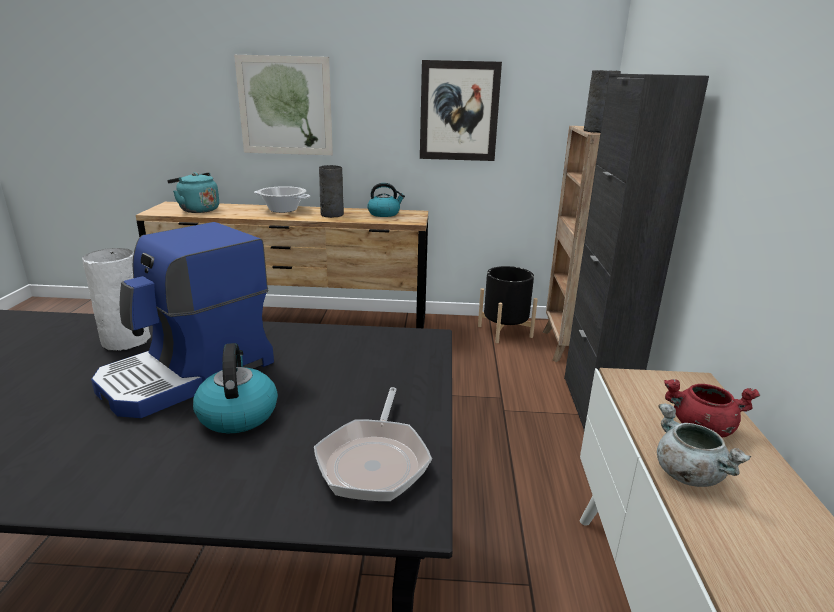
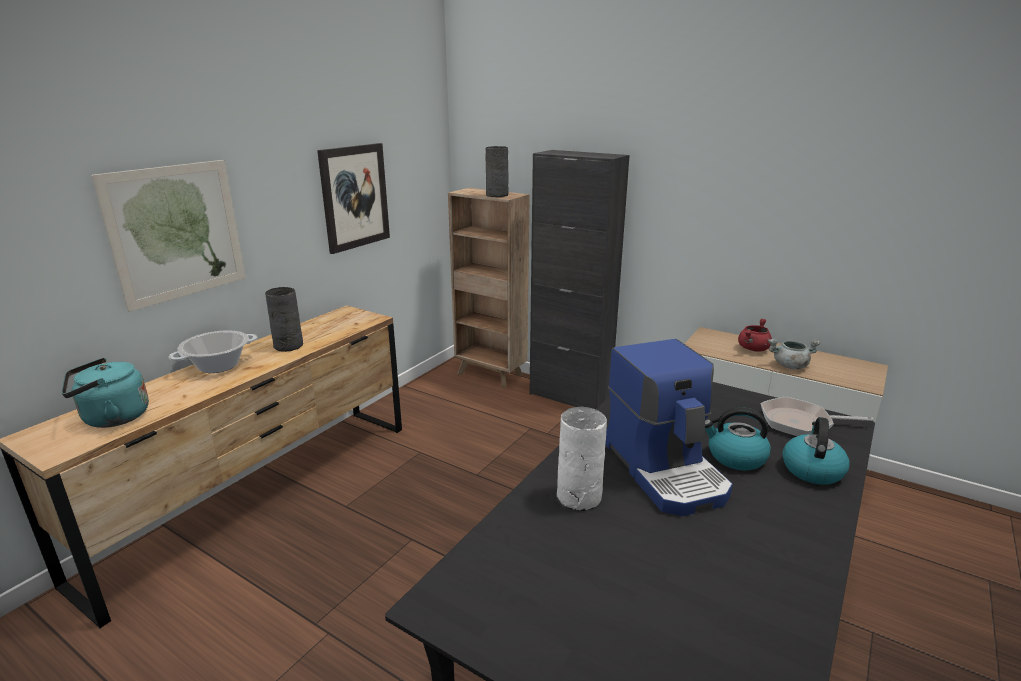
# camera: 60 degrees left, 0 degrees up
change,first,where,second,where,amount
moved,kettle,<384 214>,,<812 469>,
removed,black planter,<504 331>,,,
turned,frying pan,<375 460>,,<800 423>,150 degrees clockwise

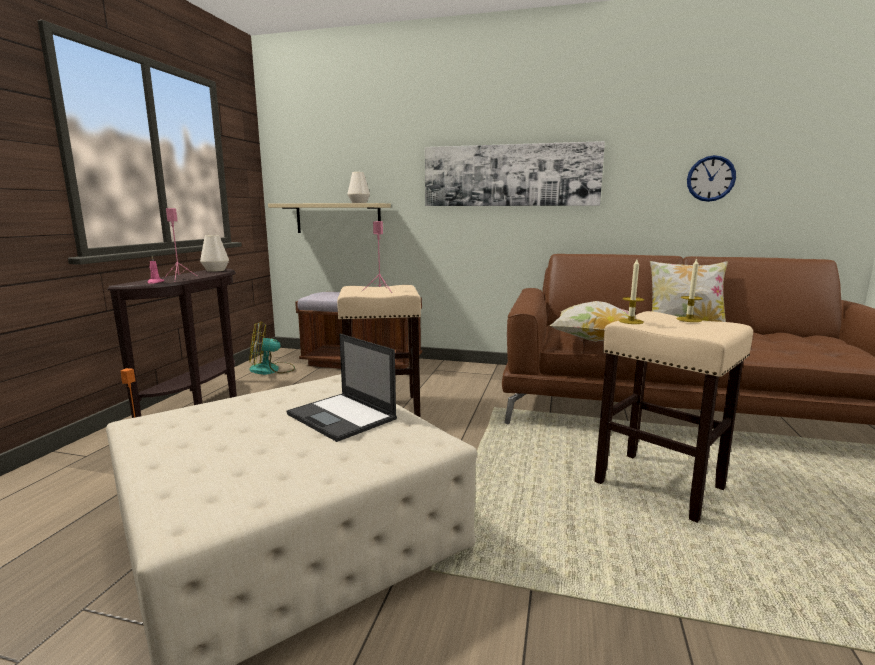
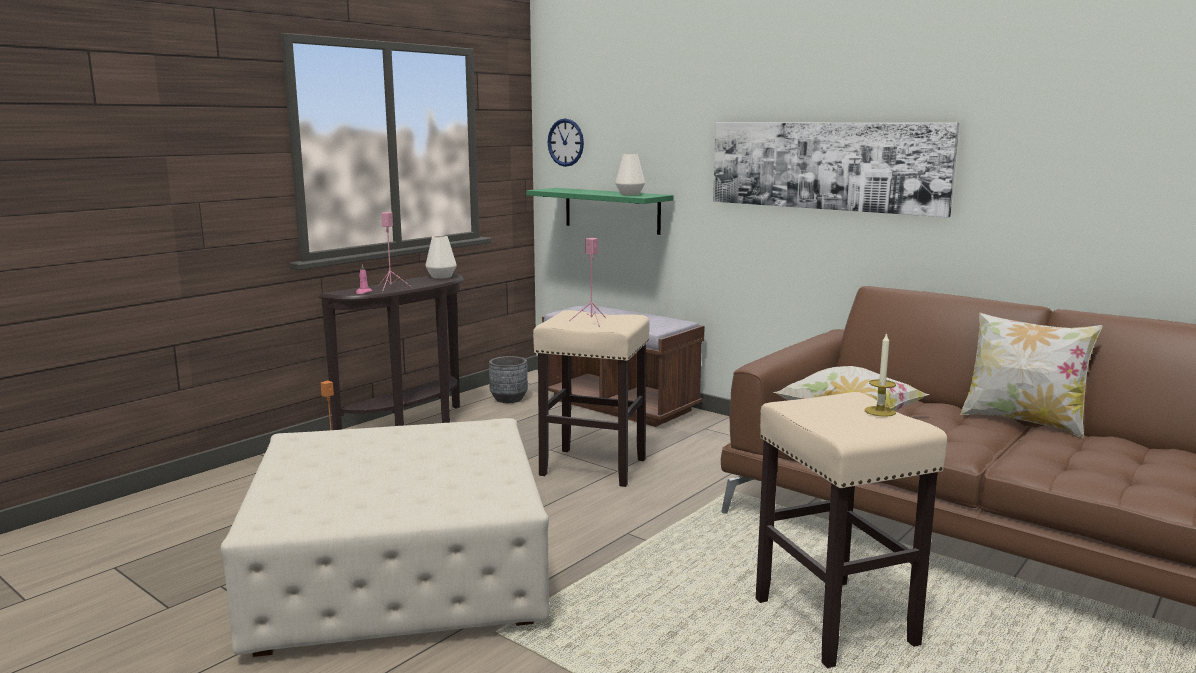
# camera: 25 degrees right, 0 degrees up
change,first,where,second,where,amount
moved,wall clock,<710 178>,,<566 142>,
recoloured,beige shelf,<338 218>,green shelf,<612 210>,
removed,candle,<631 321>,,,
replaced,fan,<271 370>,grey planter,<508 399>,
removed,laptop,<342 417>,,,

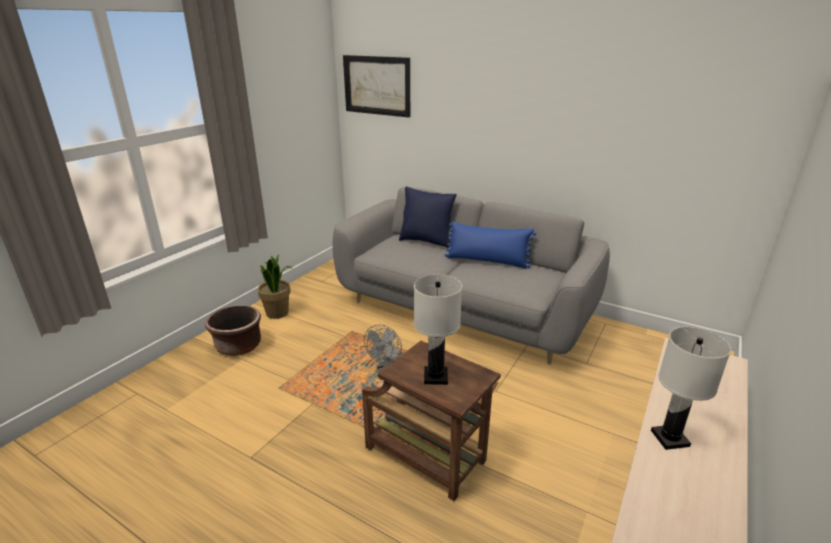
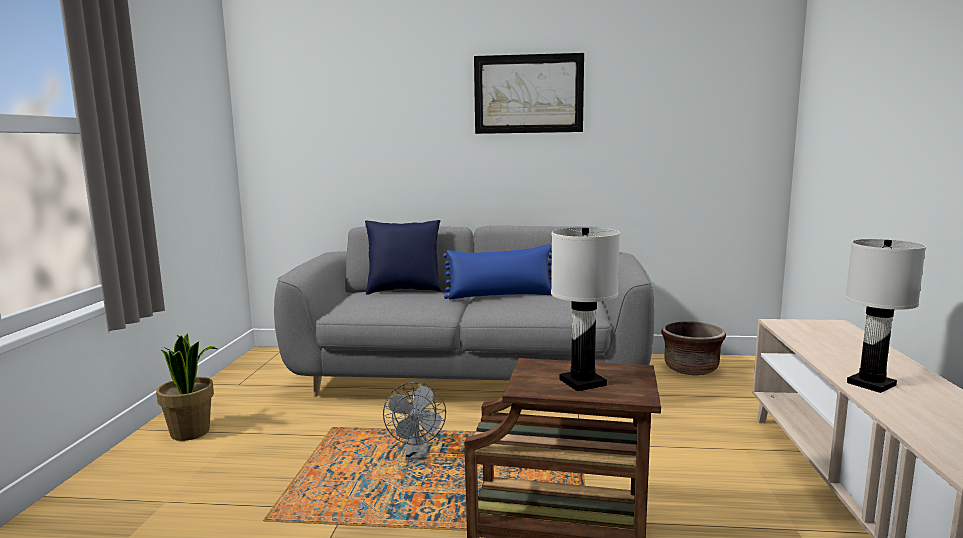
# camera: 25 degrees left, 15 degrees down
change,first,where,second,where,amount
moved,picture,<377 85>,,<528 94>,
moved,brown planter,<238 346>,,<691 368>,

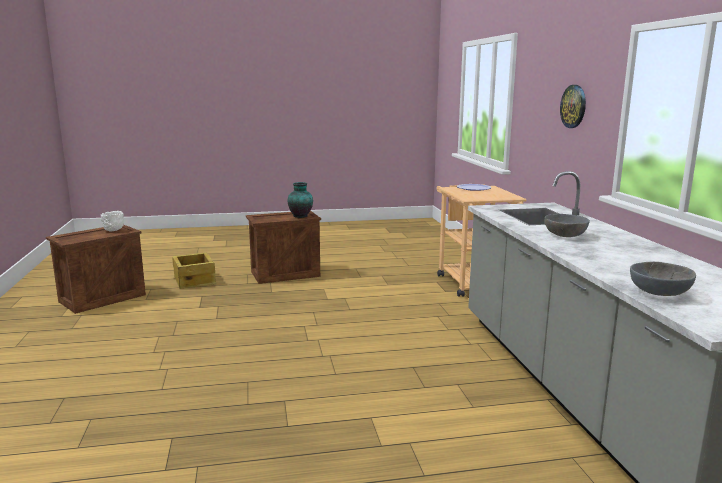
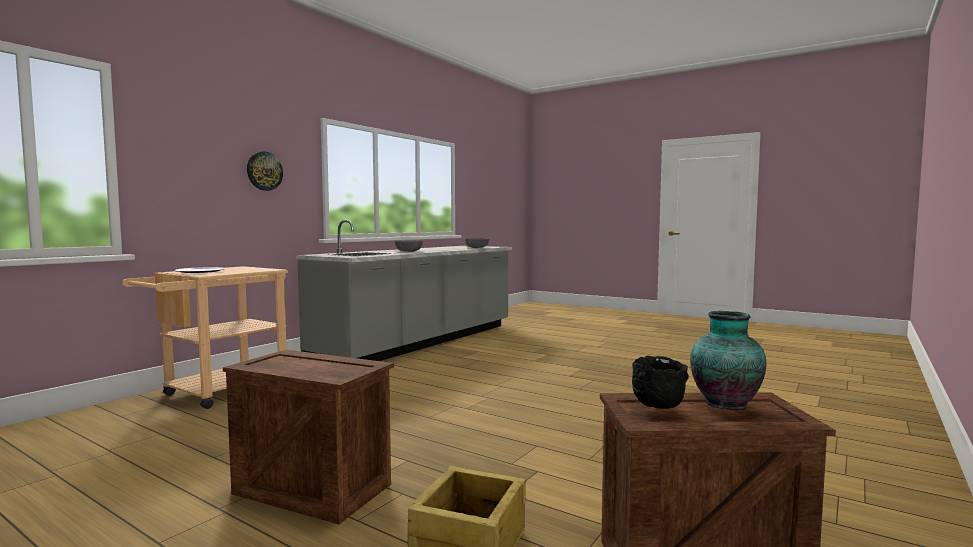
# camera: 135 degrees left, 10 degrees down
change,first,where,second,where,amount
moved,vase,<301 216>,,<725 403>,
recoloured,white bowl,<114 230>,black bowl,<657 407>,

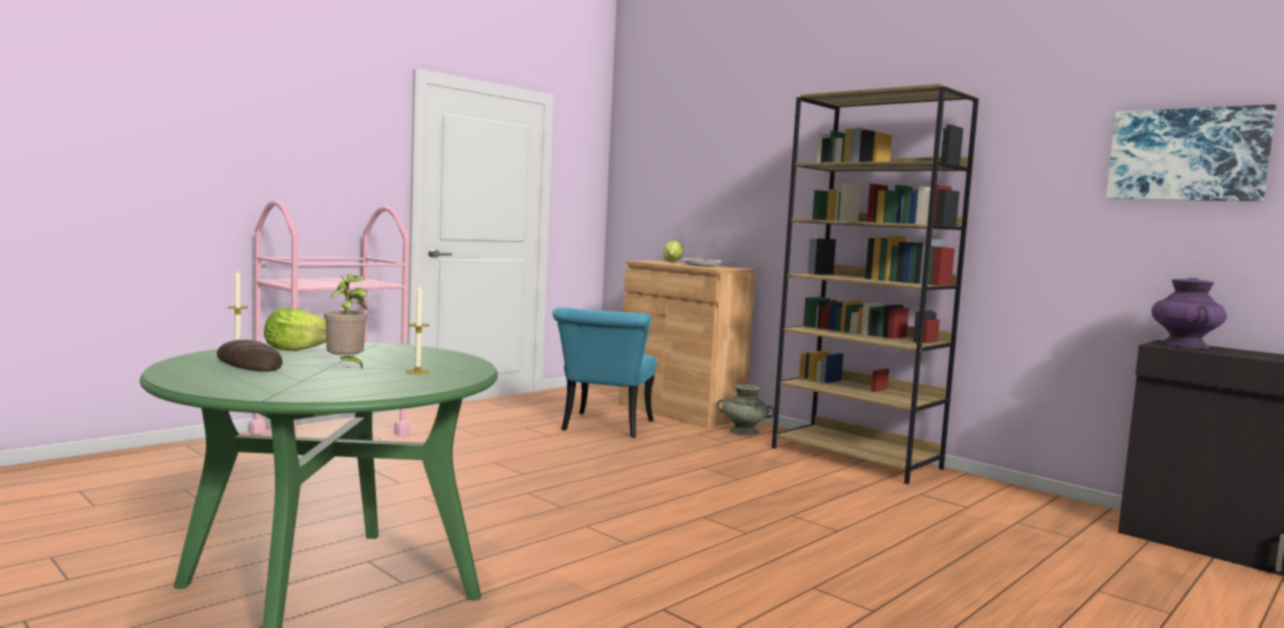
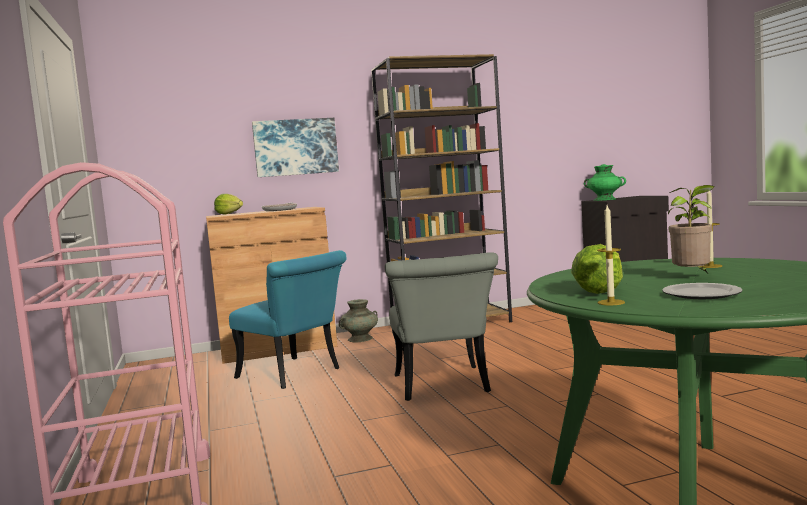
# camera: 60 degrees left, 0 degrees up
change,first,where,second,where,amount
moved,picture,<1187 155>,,<295 147>,
recoloured,purple vase,<1185 345>,green vase,<605 199>,
replaced,bread,<249 364>,plate,<702 294>,
added,,,grey chair,<443 387>,

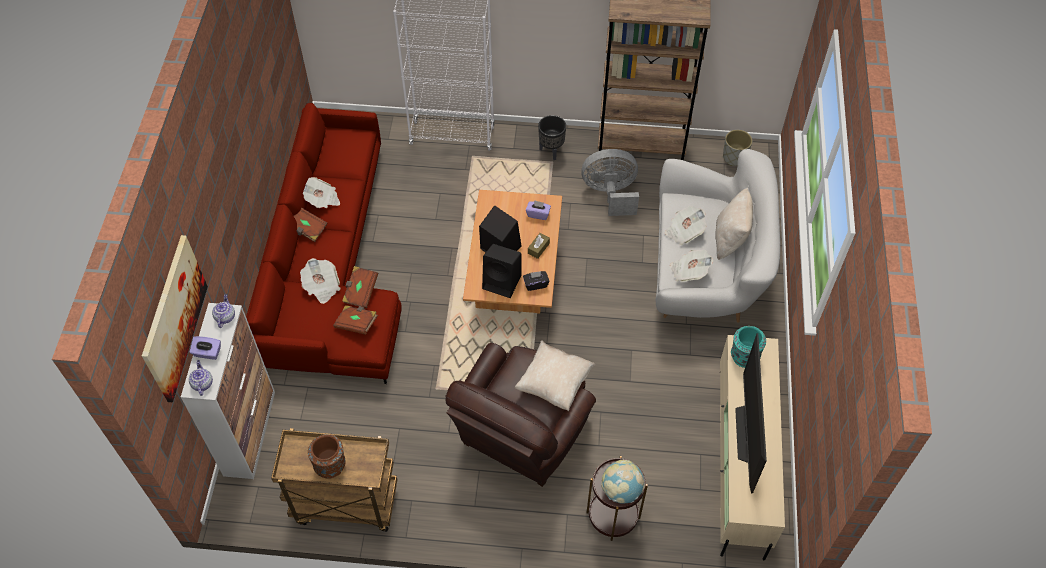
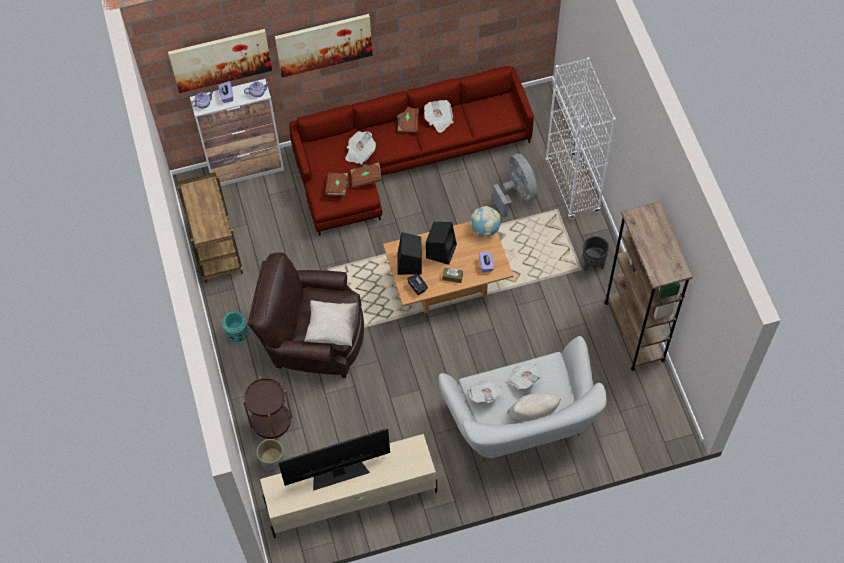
# camera: 70 degrees right, 5 degrees up
change,first,where,second,where,amount
moved,grey planter,<734 157>,,<272 461>,
moved,grey fan,<610 194>,,<517 194>,
moved,turquoise vase,<744 357>,,<237 334>,
removed,brown vase,<330 466>,,,
moved,globe,<621 490>,,<485 229>,
added,,,picture,<324 44>,

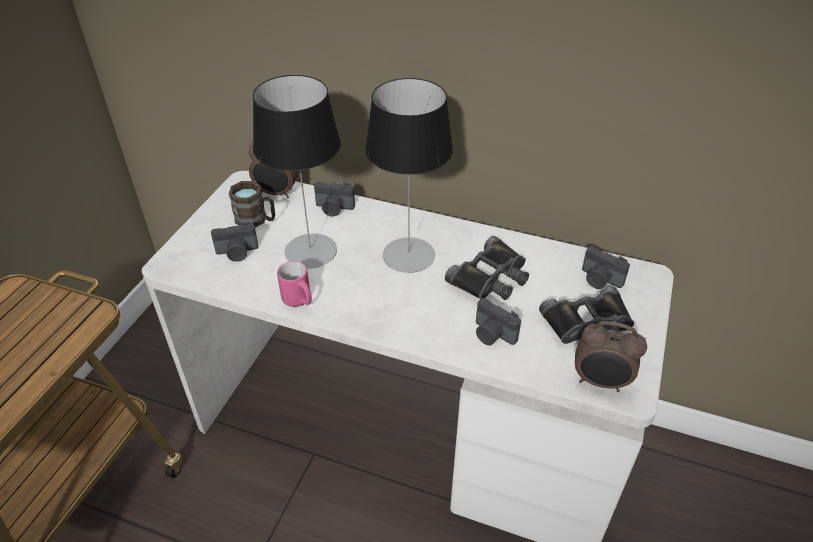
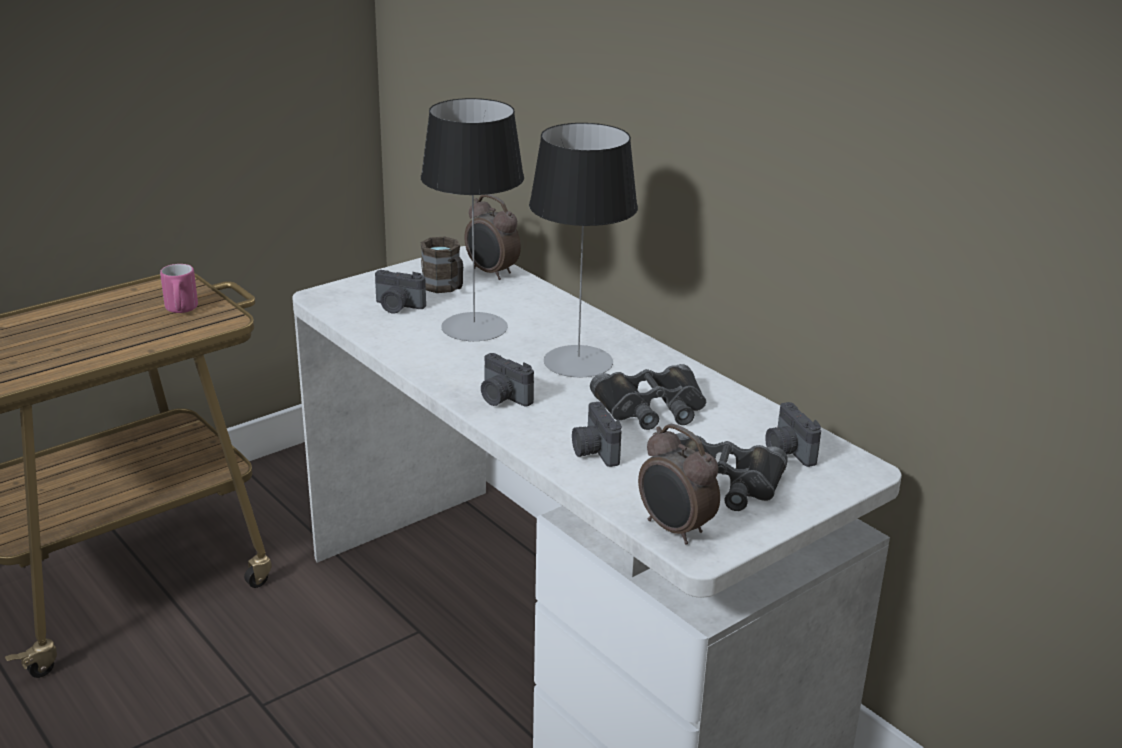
# camera: 30 degrees right, 15 degrees down
change,first,where,second,where,amount
moved,photo camera,<334 209>,,<502 398>,
moved,pink mug,<299 301>,,<181 310>,

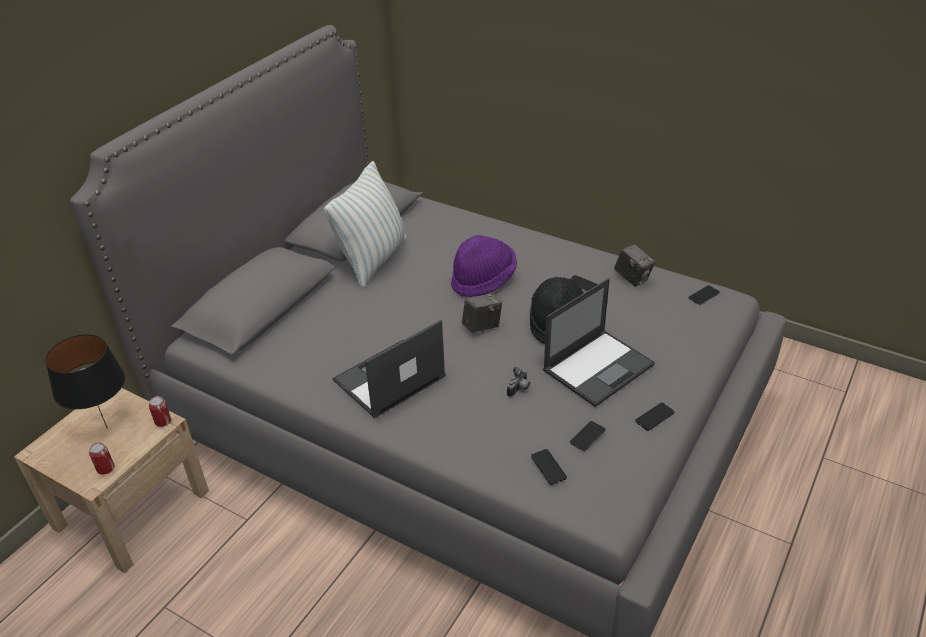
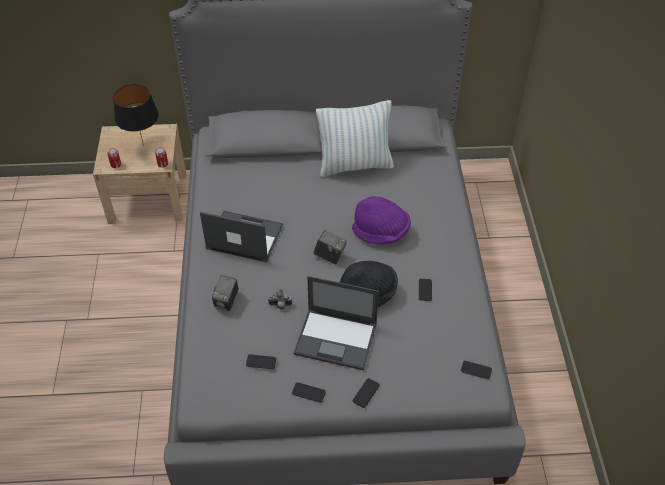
# camera: 55 degrees right, 10 degrees up
change,first,where,second,where,amount
moved,photo camera,<632 278>,,<226 301>,
moved,phone,<548 467>,,<366 393>,

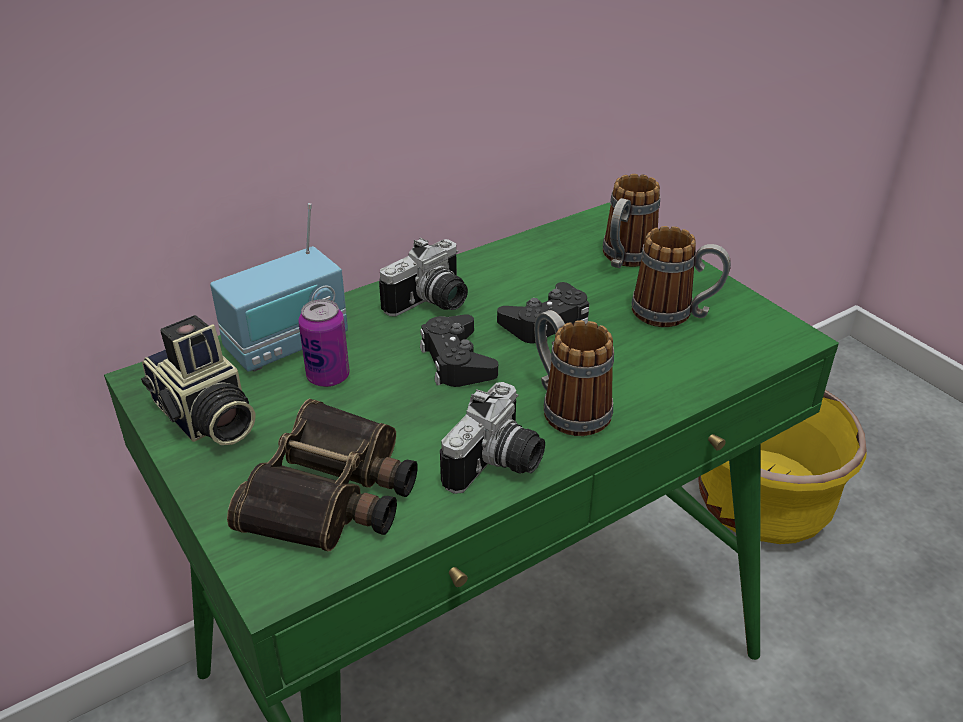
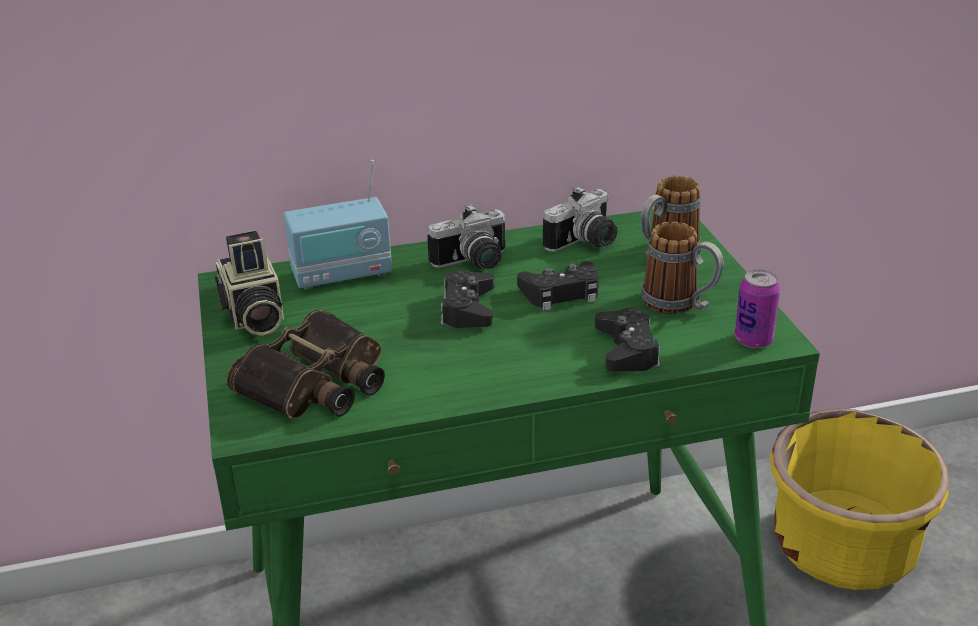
# camera: 20 degrees right, 5 degrees down
change,first,where,second,where,amount
moved,can,<328 376>,,<753 340>,
removed,mug,<567 407>,,,
moved,photo camera,<499 466>,,<585 243>,
added,,,black game controller,<627 349>,

